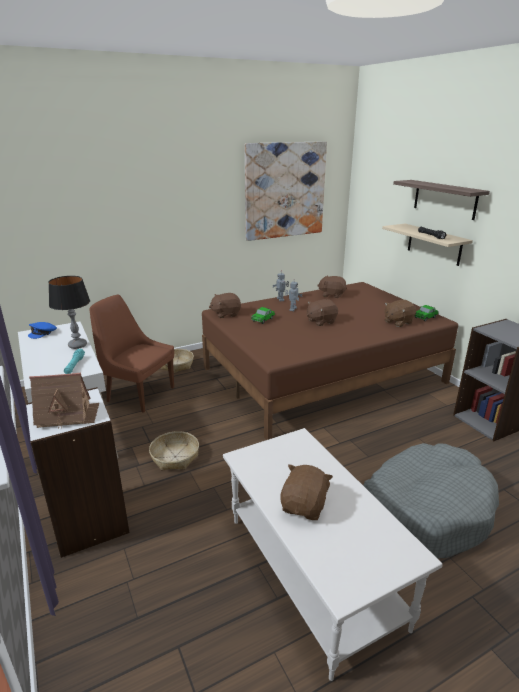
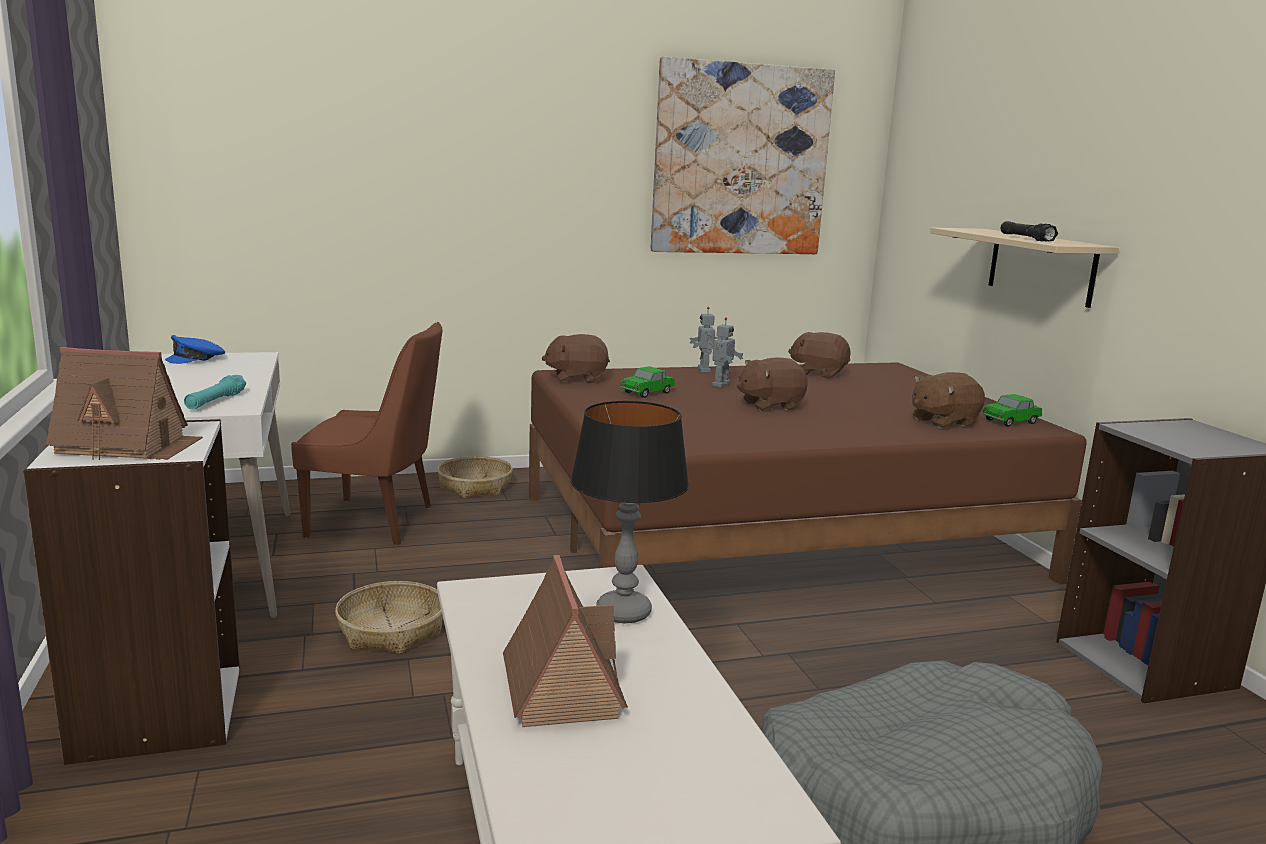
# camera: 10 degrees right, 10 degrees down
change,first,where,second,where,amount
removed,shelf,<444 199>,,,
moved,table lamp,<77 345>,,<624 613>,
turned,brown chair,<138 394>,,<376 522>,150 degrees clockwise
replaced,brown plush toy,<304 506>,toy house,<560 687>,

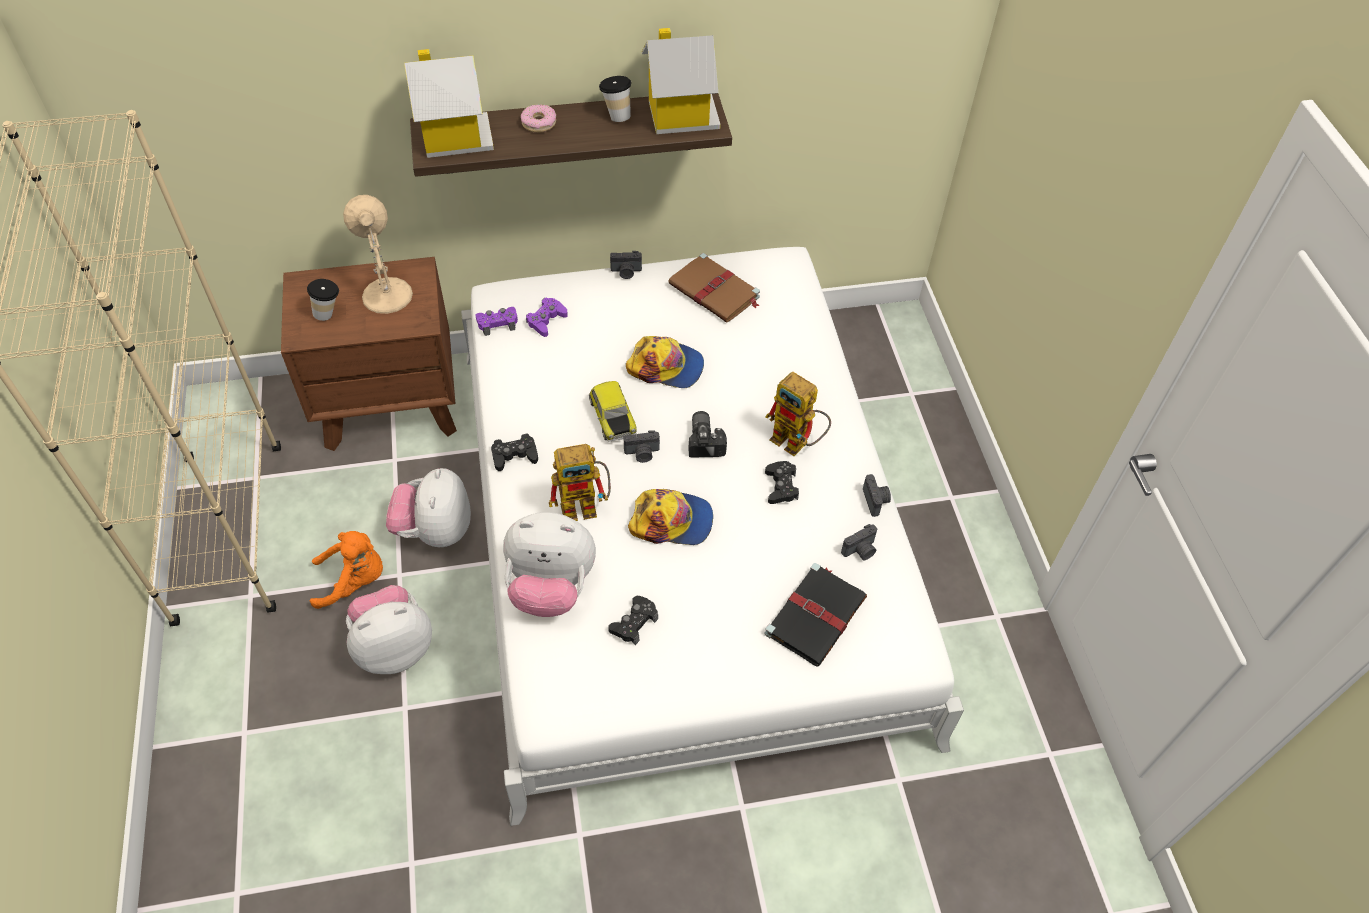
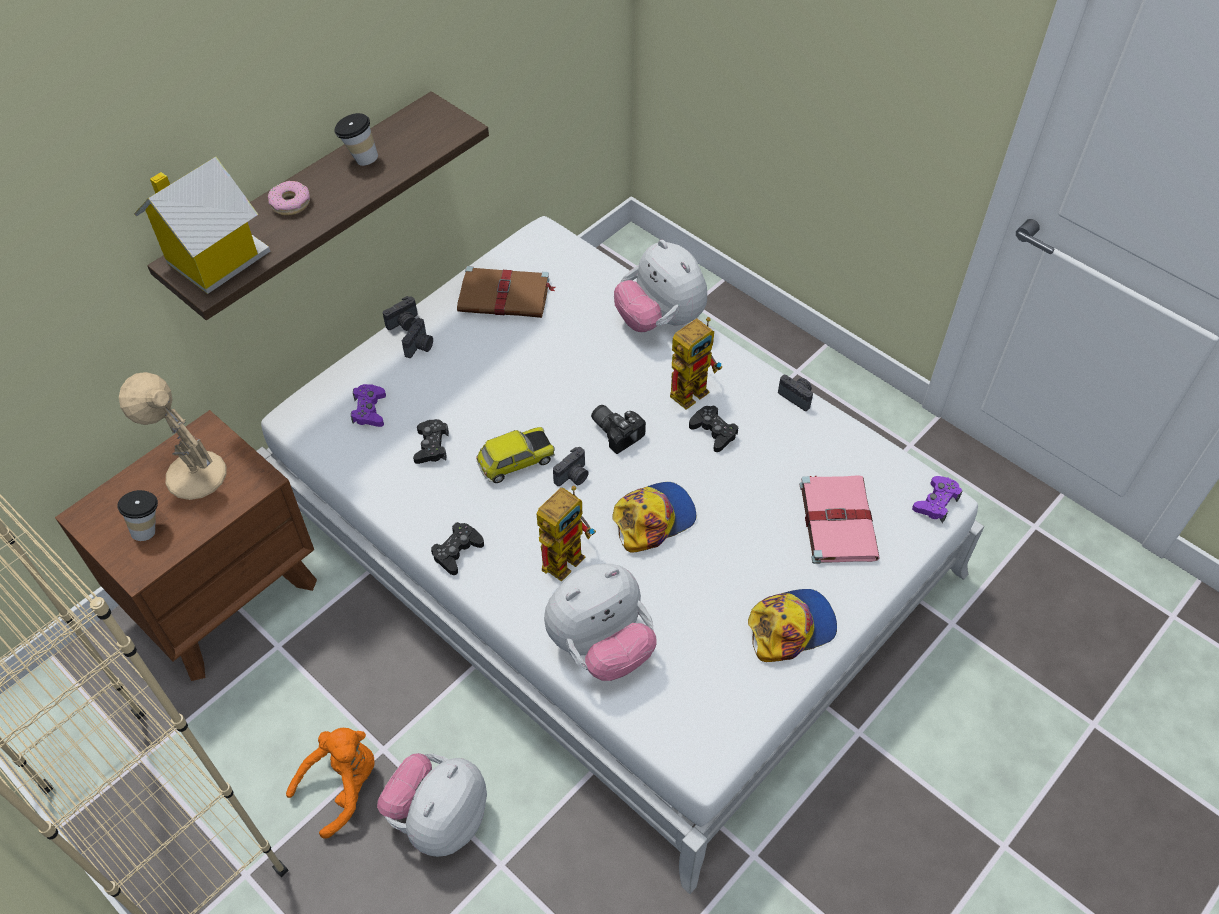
# camera: 35 degrees left, 0 degrees up
change,first,where,second,where,amount
removed,toy house,<679 114>,,,
moved,purple game controller,<497 323>,,<936 502>,
moved,cap,<666 367>,,<790 627>,
turned,toy robot,<797 443>,,<692 387>,45 degrees counterclockwise
turned,toy car,<611 417>,,<515 461>,60 degrees counterclockwise
moved,plush toy,<435 530>,,<660 320>,
moved,photo camera,<860 551>,,<420 346>,
recoloured,black book,<816 615>,pink book,<837 519>,
moved,black game controller,<634 623>,,<431 446>,

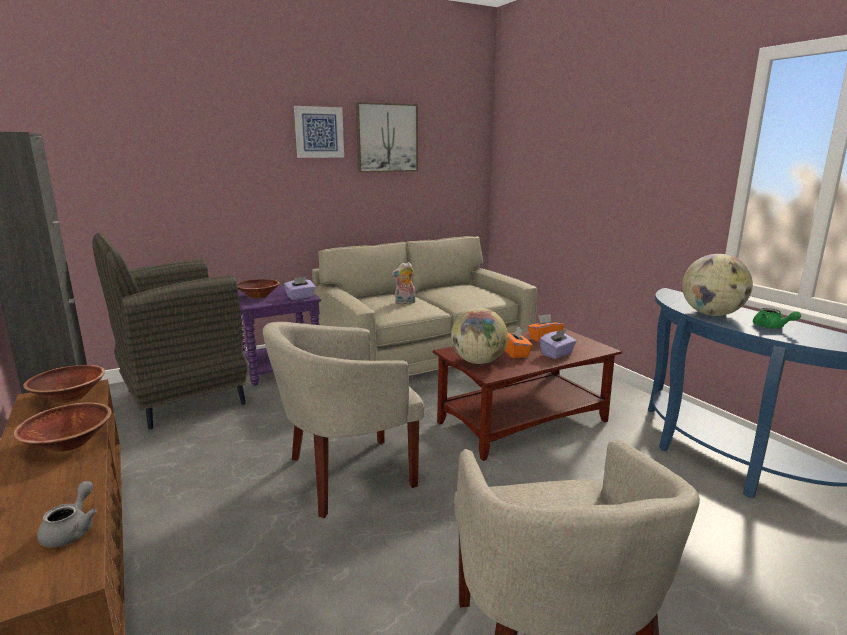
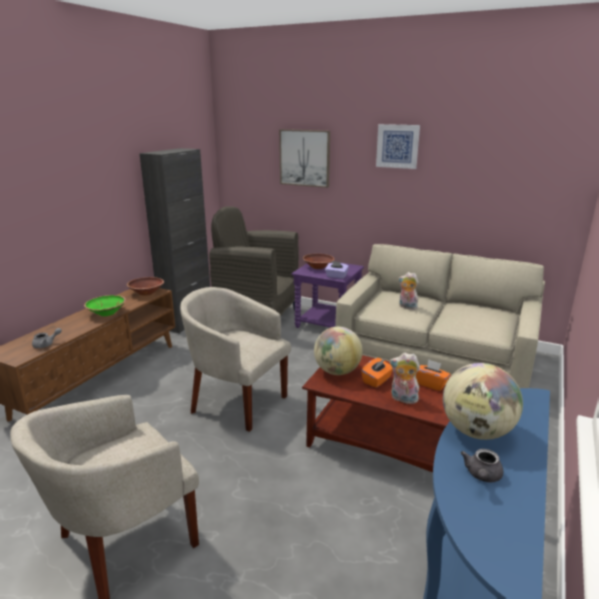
# camera: 55 degrees right, 5 degrees up
change,first,where,second,where,amount
moved,picture,<387 138>,,<305 158>,
recoloured,green teapot,<771 327>,grey teapot,<482 476>,
replaced,purple tissue box,<557 354>,plush toy,<403 399>,
recoloured,brown bowl,<70 443>,green bowl,<107 313>,

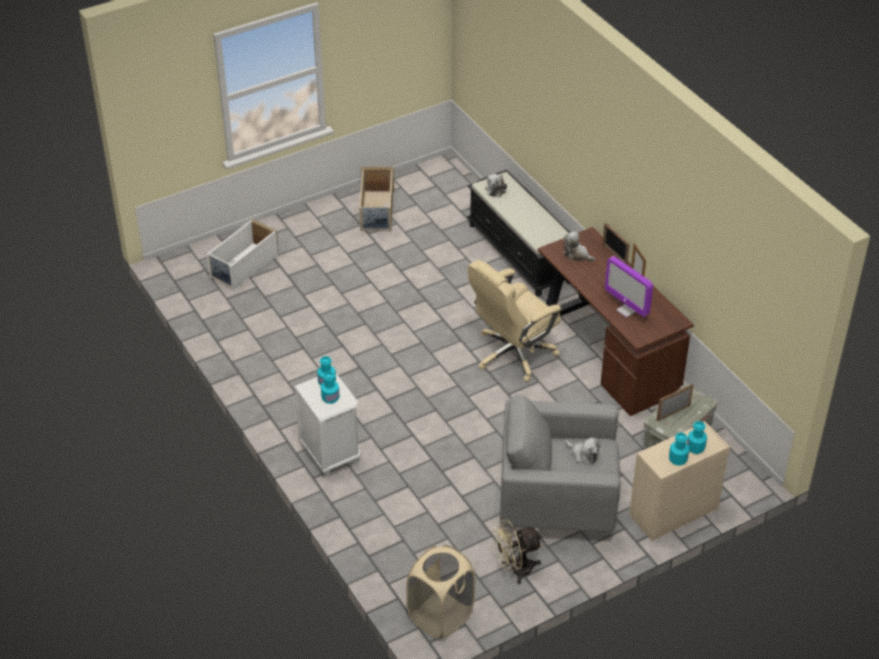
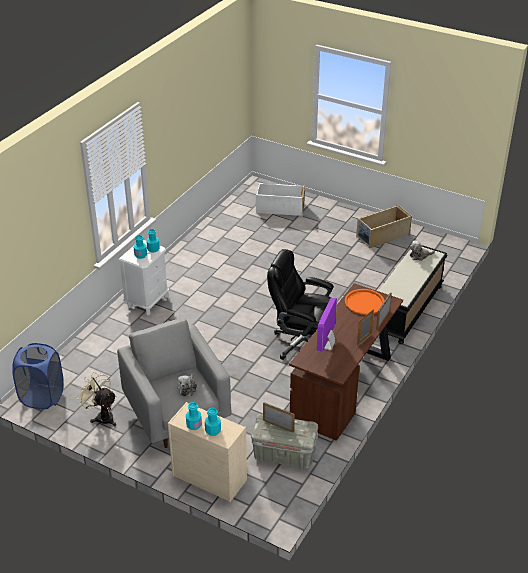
# camera: 60 degrees right, 5 degrees down
change,first,where,second,where,amount
replaced,plush toy,<577 254>,orange tray,<364 302>,
recoloured,beige office chair,<513 354>,black office chair,<302 343>,
recoloured,beige laundry basket,<440 616>,blue laundry basket,<42 397>,

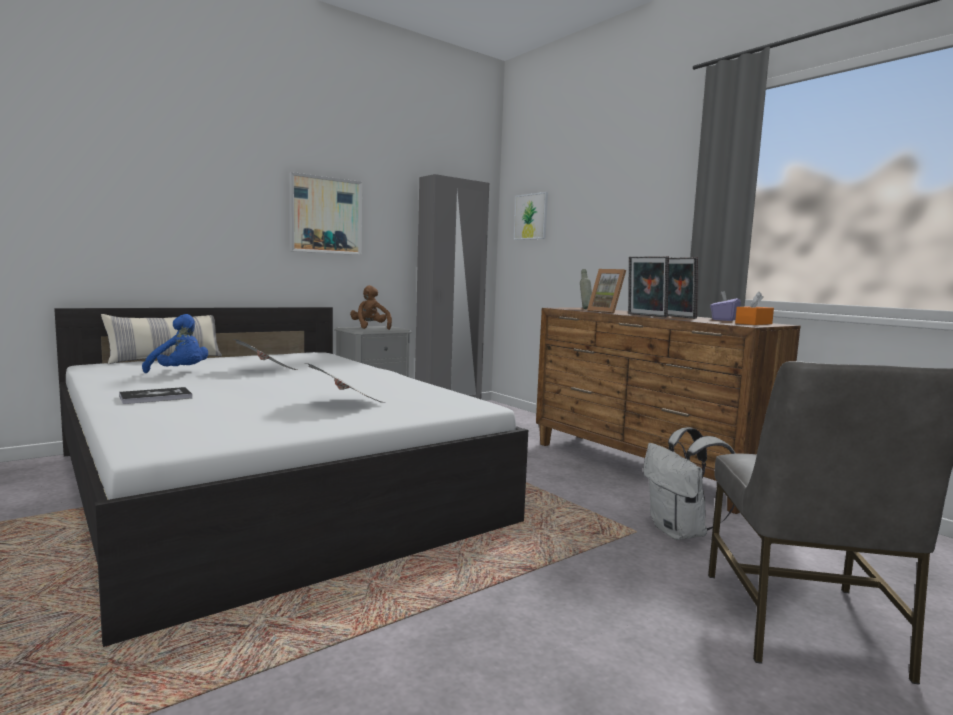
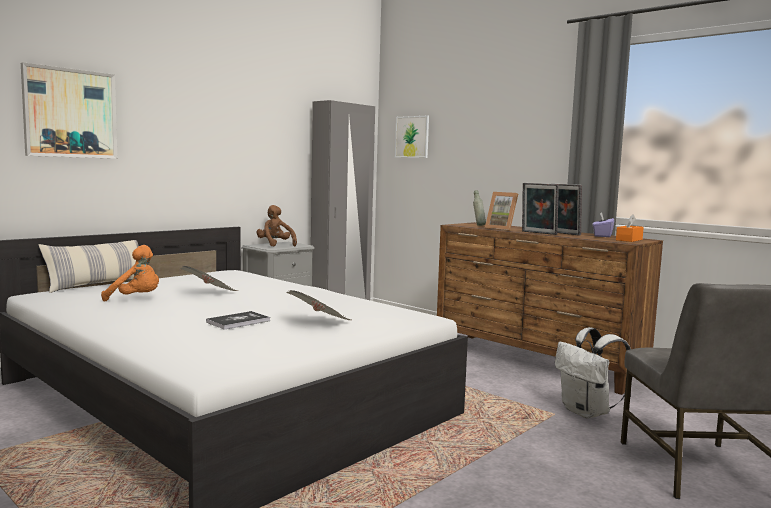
# camera: 10 degrees left, 0 degrees up
change,first,where,second,where,amount
moved,picture,<325 215>,,<70 113>,
recoloured,blue plush toy,<180 372>,orange plush toy,<136 299>,
moved,book,<155 397>,,<238 321>,

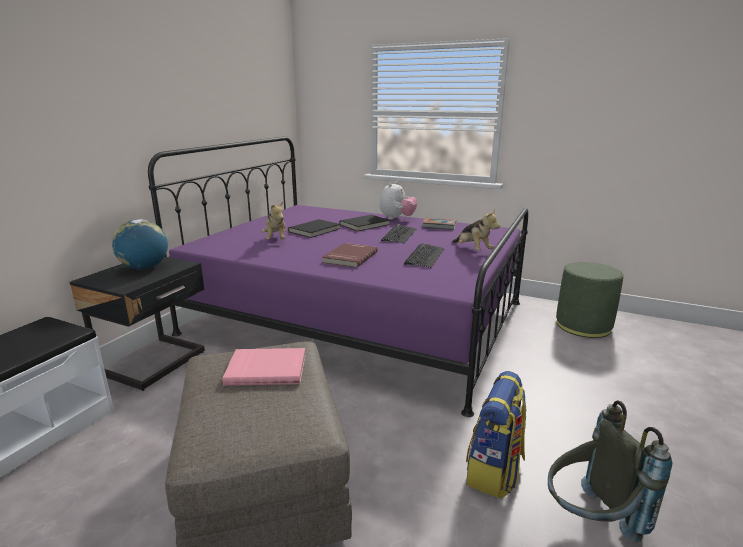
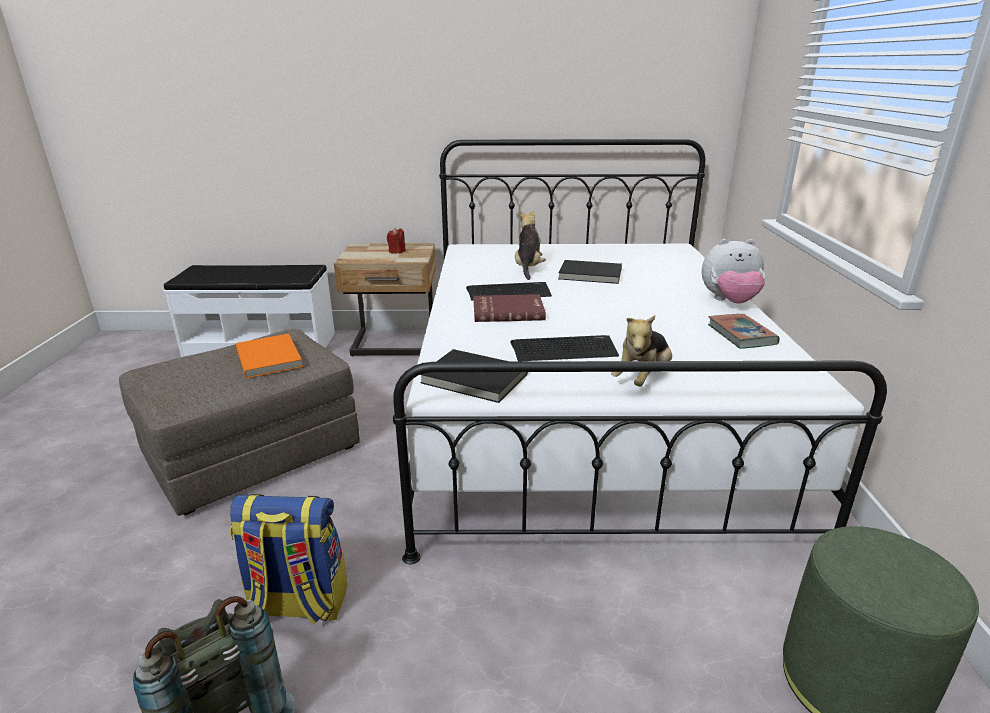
# camera: 65 degrees right, 5 degrees up
change,first,where,second,where,amount
recoloured,purple bed,<358 318>,white bed,<584 412>,
turned,plush toy,<276 239>,,<528 268>,135 degrees clockwise
moved,black book,<365 225>,,<473 379>,
replaced,globe,<144 268>,red candle,<397 251>,
moved,keyboard,<399 235>,,<509 293>,
recoloured,black nightstand,<156 363>,beige nightstand,<394 345>,
recoloured,pink book,<266 369>,orange book,<270 358>,

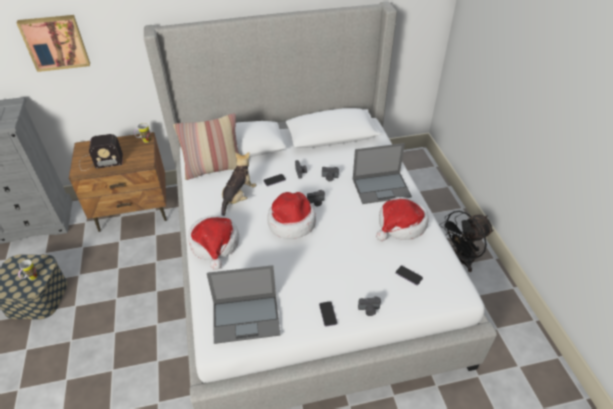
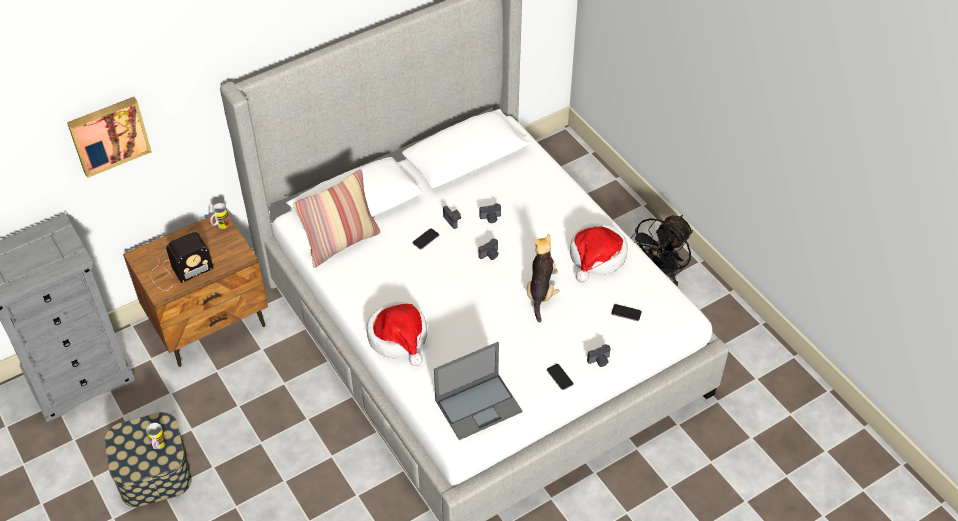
# camera: 20 degrees left, 5 degrees up
change,first,where,second,where,amount
removed,laptop,<382 187>,,,
moved,plush toy,<238 197>,,<541 291>,
removed,hat,<291 222>,,,

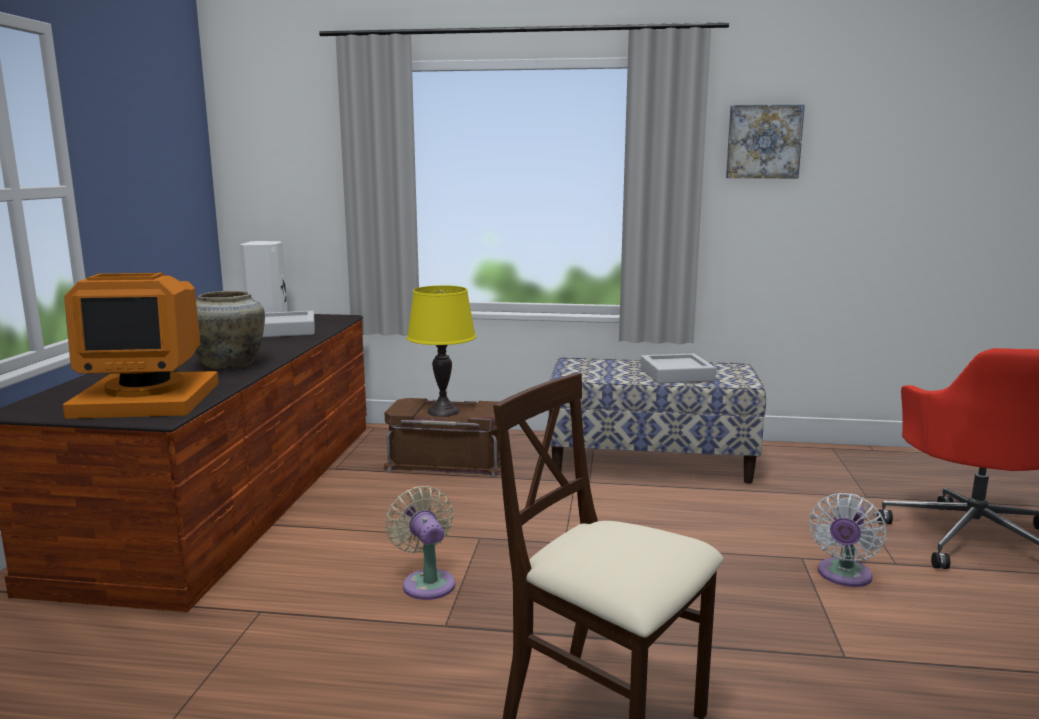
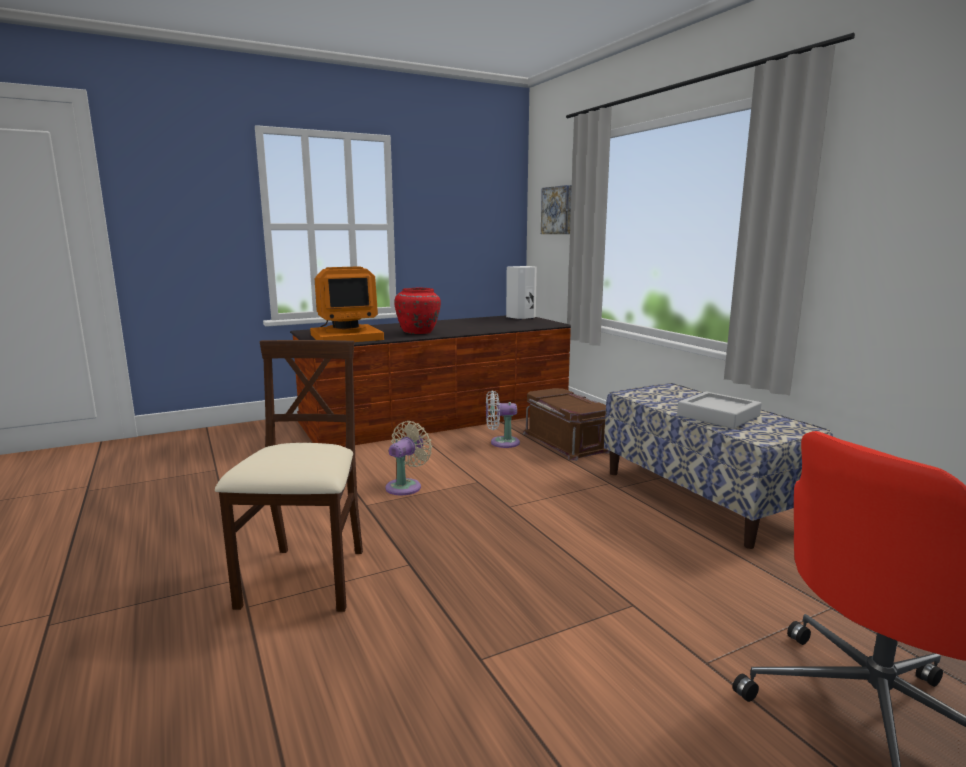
# camera: 55 degrees right, 0 degrees up
change,first,where,second,where,amount
moved,picture,<763 142>,,<558 210>,
turned,monitor,<148 398>,,<346 337>,75 degrees counterclockwise
removed,yellow table lamp,<443 411>,,,
recoloured,beige vase,<230 365>,red vase,<419 332>,
removed,grey tray,<285 330>,,,
moved,white fan,<843 576>,,<501 443>,

